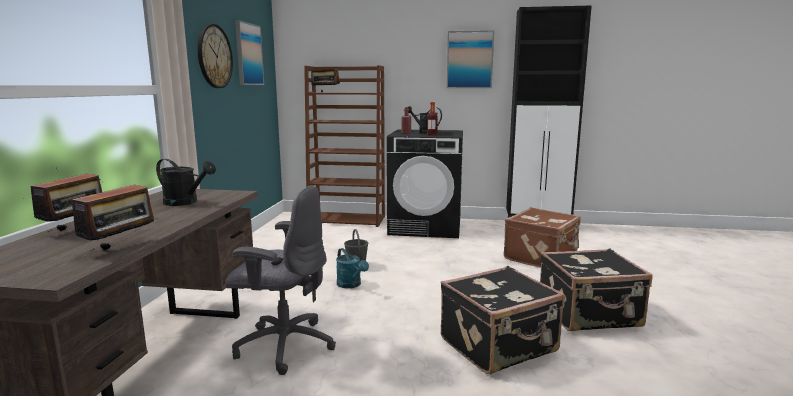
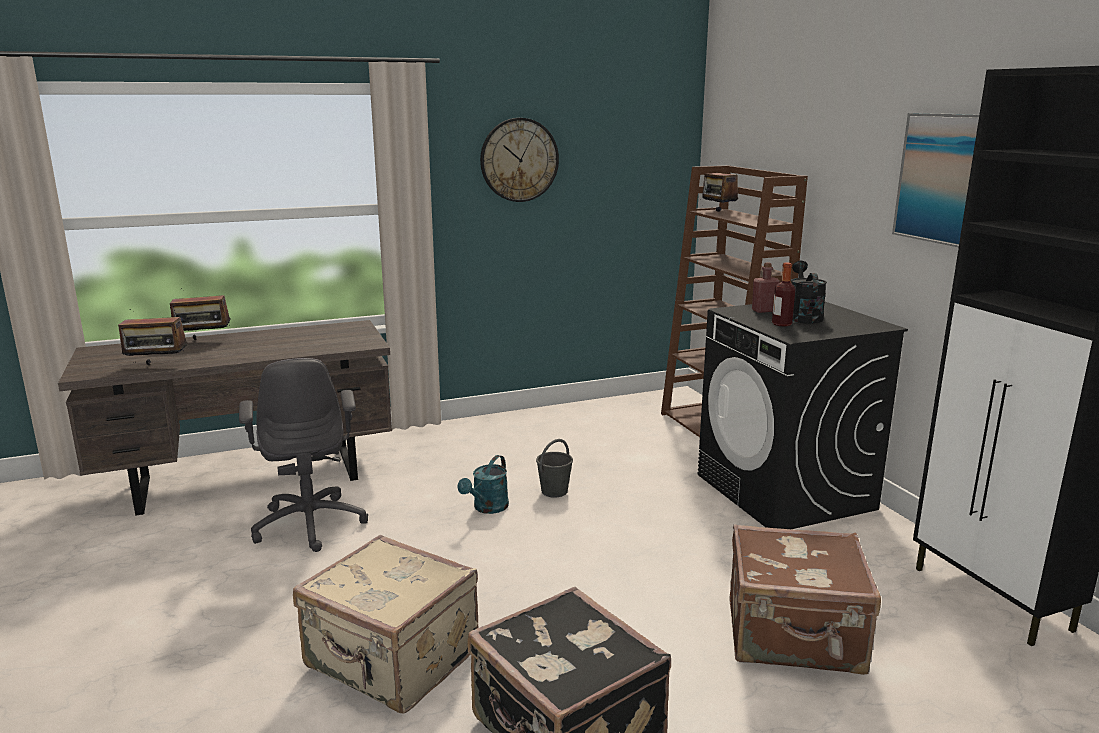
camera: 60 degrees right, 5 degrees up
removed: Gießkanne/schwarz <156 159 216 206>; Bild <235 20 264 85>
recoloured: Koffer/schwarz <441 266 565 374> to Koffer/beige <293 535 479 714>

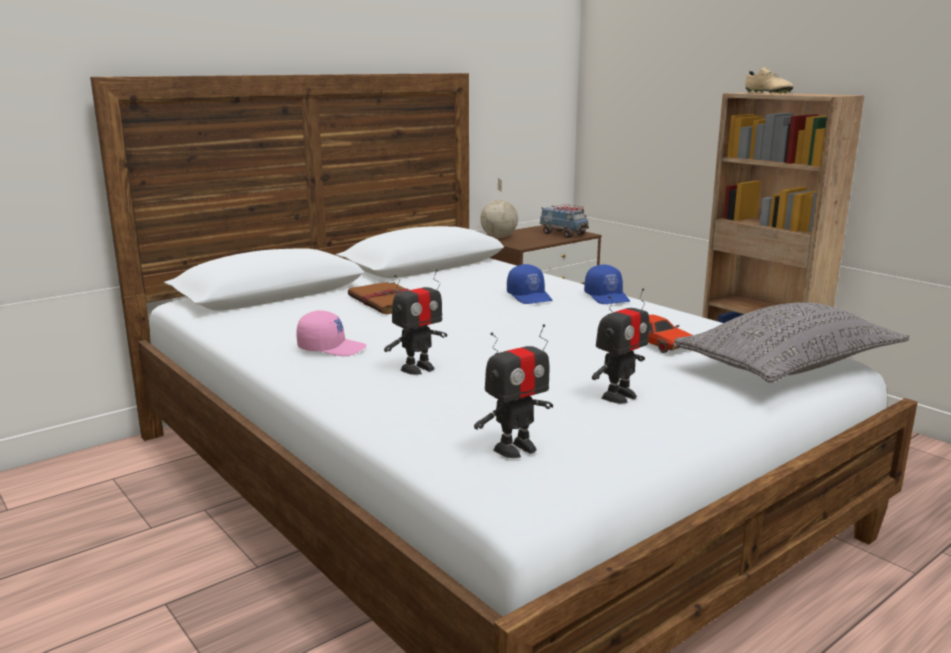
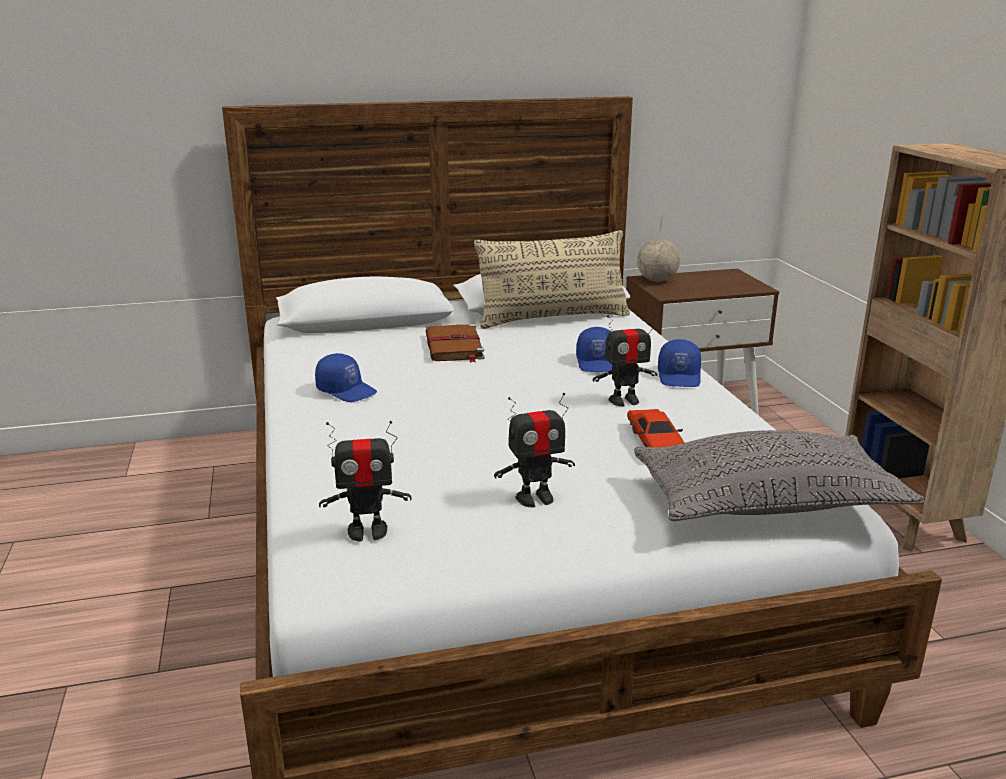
camera: 25 degrees right, 5 degrees up
removed: Spielzeuglaster <540 204 589 238>; Schuh/beige <745 67 794 94>
added: Kissen/beige <474 230 630 329>
moved: Spielzeugroboter <384 269 447 375> to <593 314 657 406>
recoloured: Kappe/rosa <296 310 367 356> to Kappe/blau <315 353 377 402>

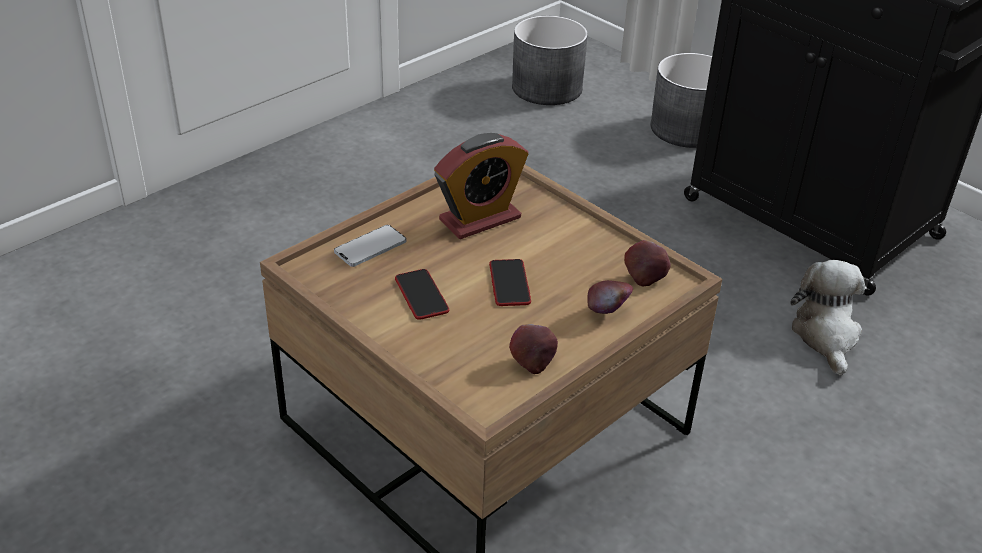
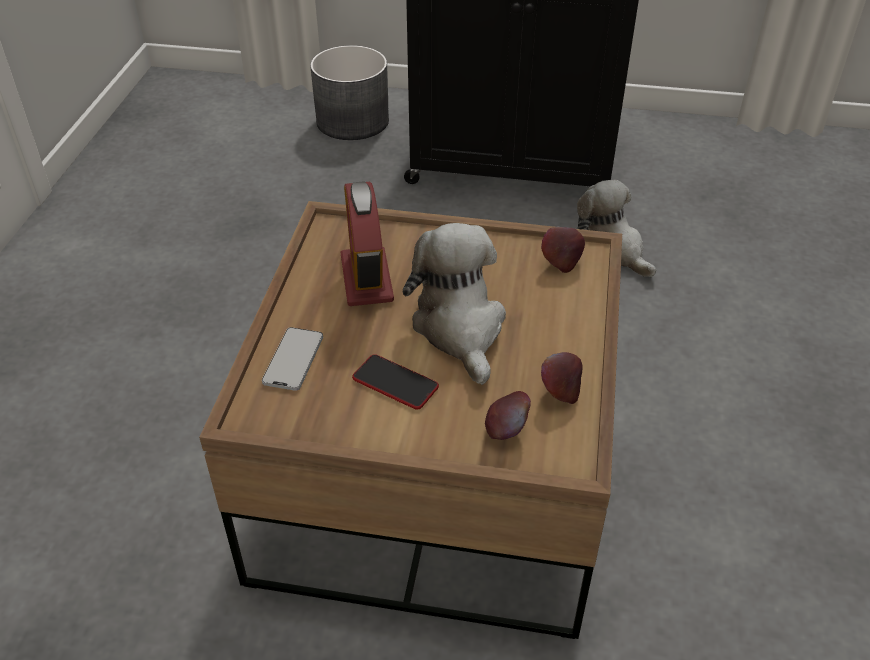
camera: 35 degrees left, 5 degrees up
removed: Pflanzkübel/grau <512 16 588 105>
moved: Apfel <587 280 633 314> to <485 391 531 440>
replaced: Handy <489 259 531 306> to Plüschtier <403 223 506 385>
turned: Wecker <434 133 529 239> = <341 181 394 306> 150 degrees clockwise

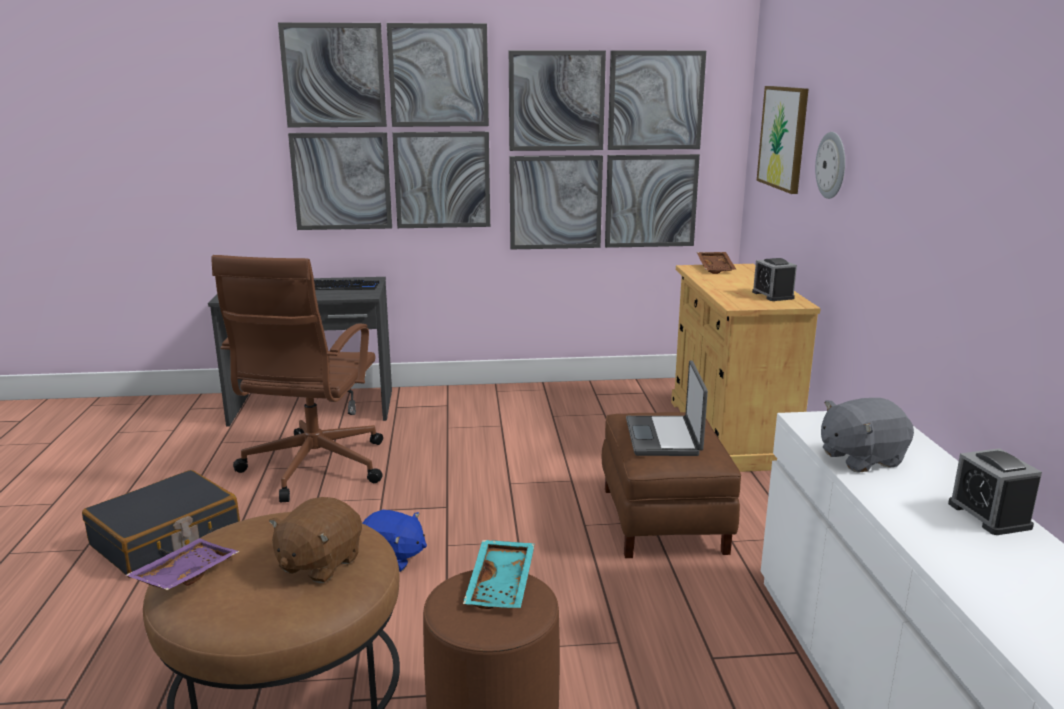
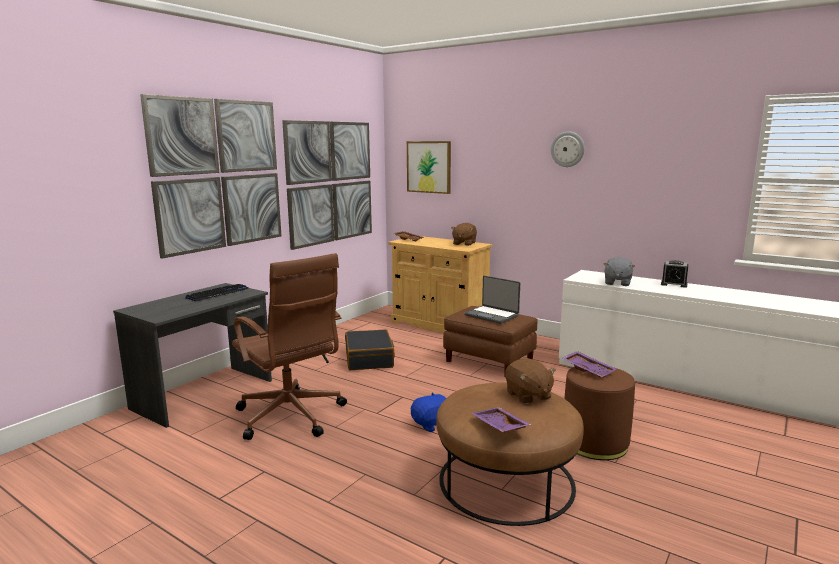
camera: 50 degrees left, 5 degrees down
moved: Koffer/schwarz <82 470 240 578> to <345 329 395 370>; Wanduhr <815 132 845 199> to <551 131 585 167>
replaced: Wecker <752 258 797 301> to Plüschtier/braun <451 223 477 246>
recoloured: Tablett/türkis <463 540 535 609> to Tablett/lila <562 351 616 378>

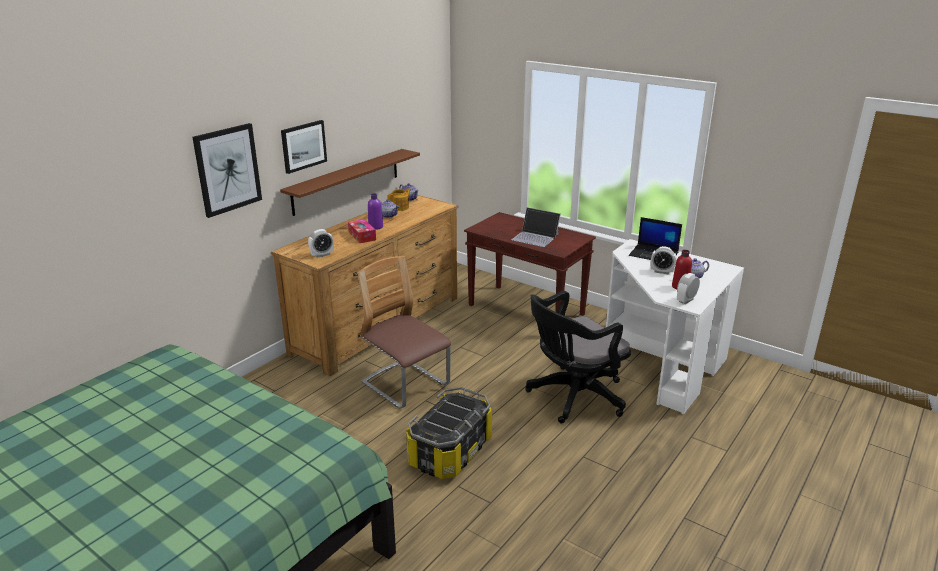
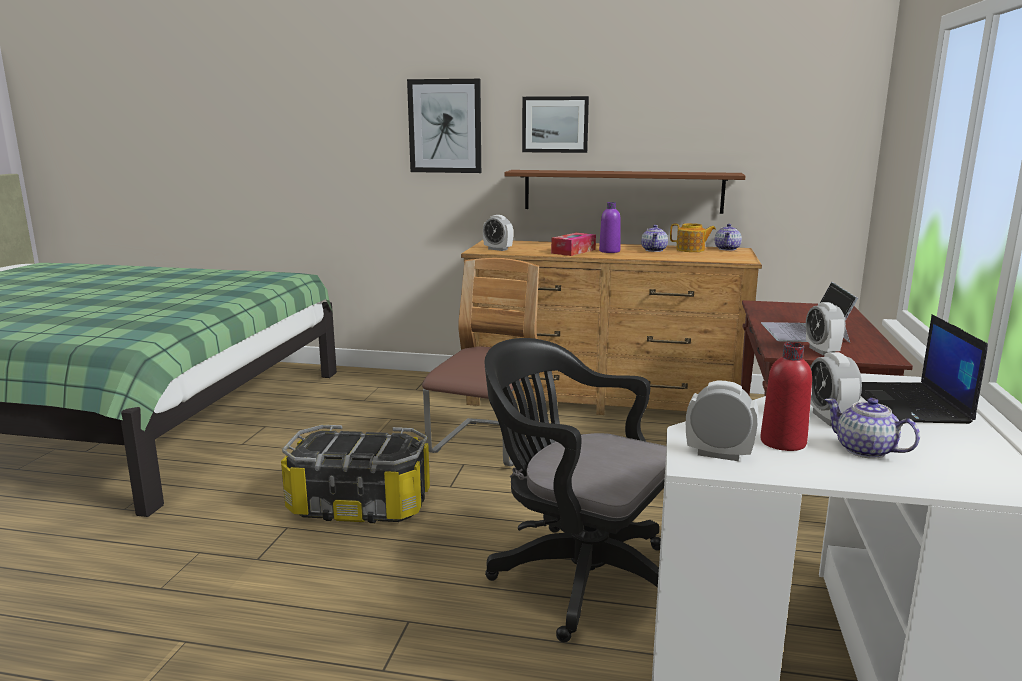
camera: 65 degrees right, 10 degrees down
added: Wecker <806 302 846 355>

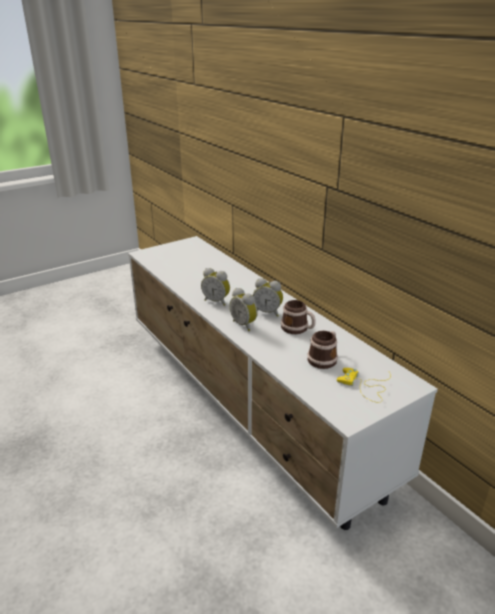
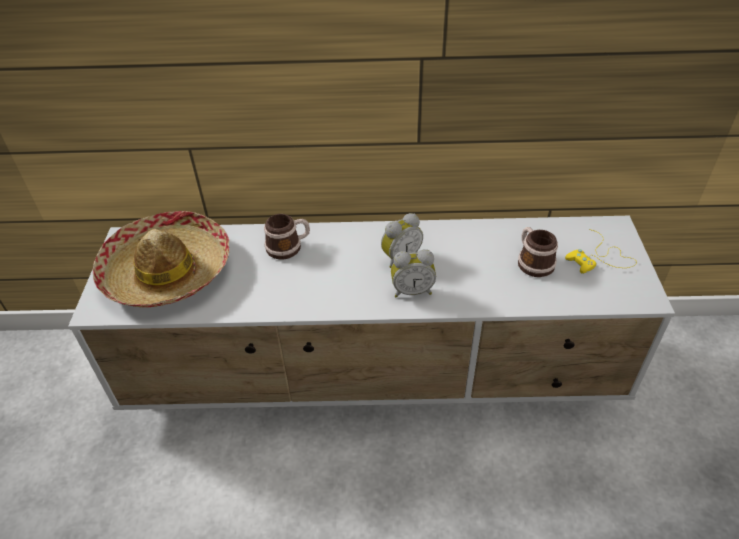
camera: 55 degrees left, 15 degrees up
removed: Wecker <201 268 230 306>
added: Hut <93 211 230 308>
moved: Henkelbecher <281 300 315 334> to <264 214 310 259>

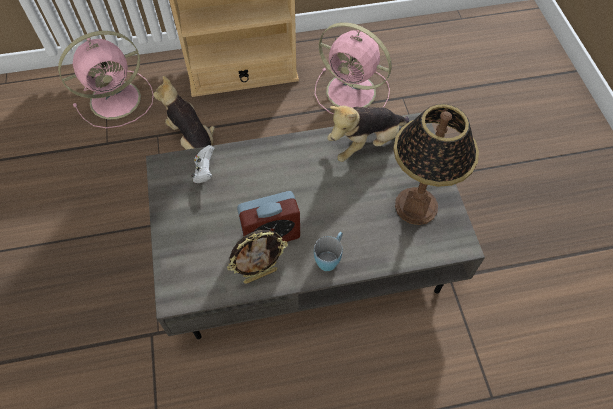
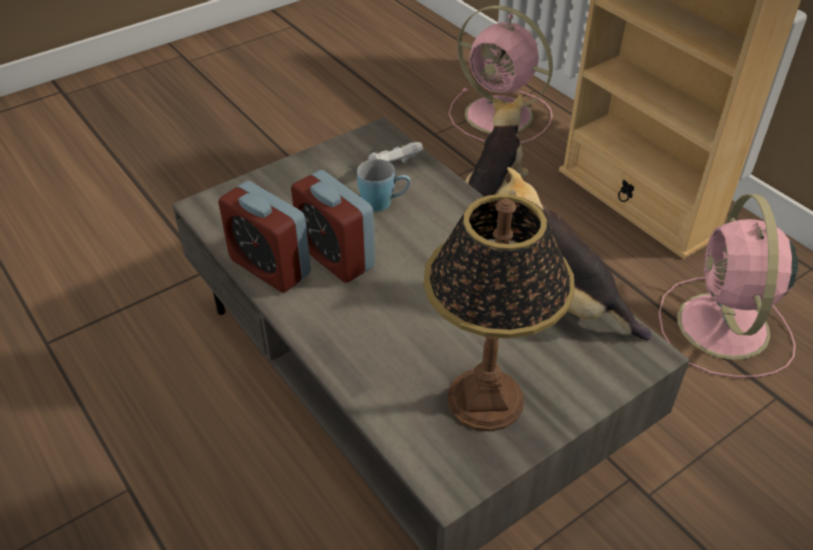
camera: 65 degrees right, 15 degrees down
moved: Henkelbecher/blau <314 232 343 271> to <357 159 410 211>
replaced: Bilderrahmen <227 230 288 284> to Wecker <218 181 311 293>

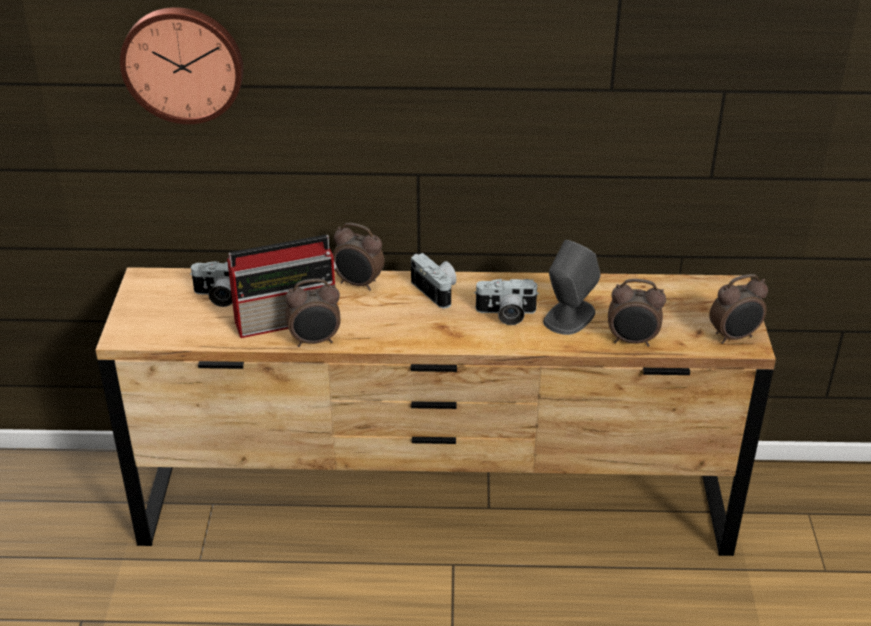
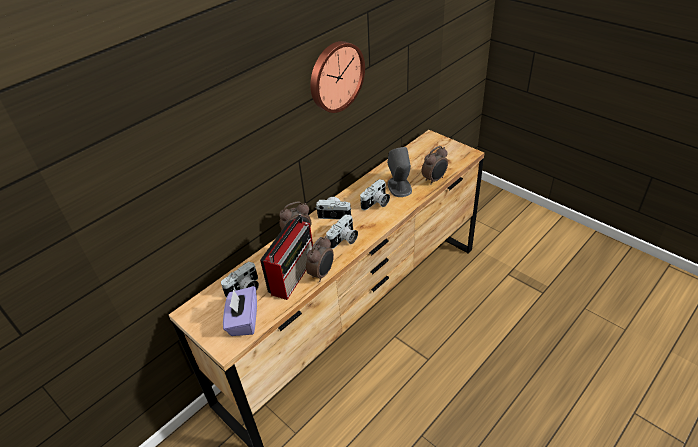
camera: 45 degrees left, 5 degrees up
removed: Wecker <709 274 768 344>
added: Taschentuchbox/lila <223 286 257 336>; Kamera <326 214 358 249>
moved: Wanduhr <120 7 243 124> to <310 41 365 113>

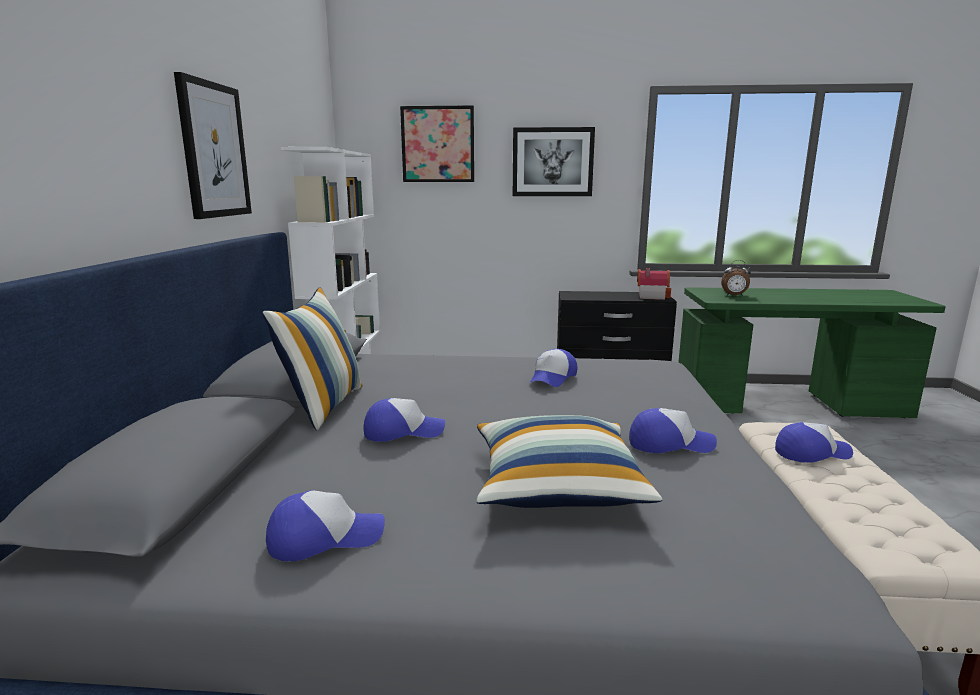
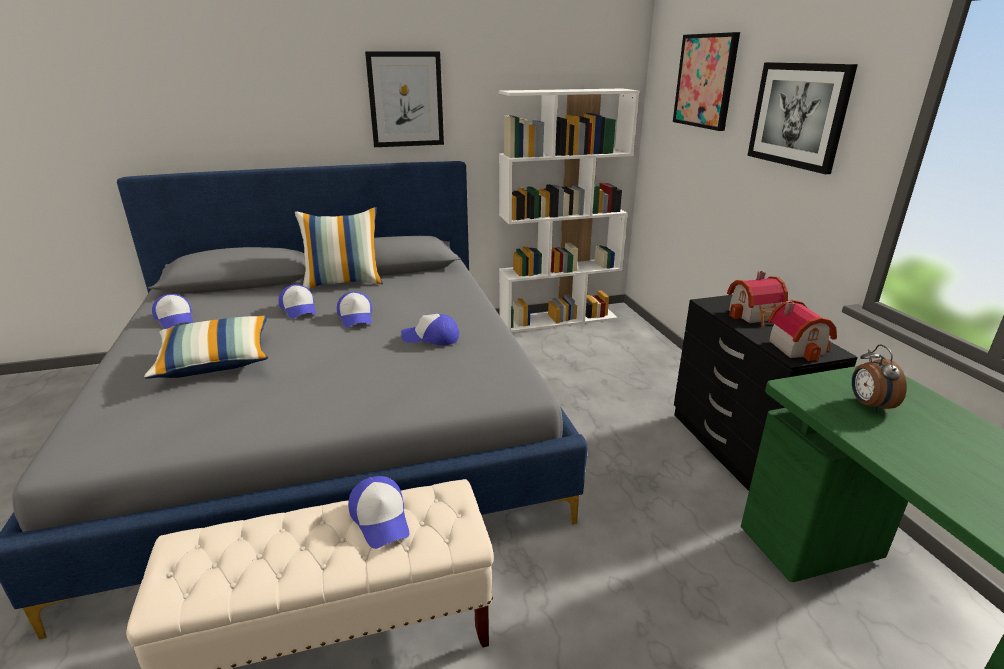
camera: 70 degrees right, 10 degrees up
added: Spielzeughaus <727 271 788 327>
moved: Kappe <629 408 717 453> to <337 292 372 327>

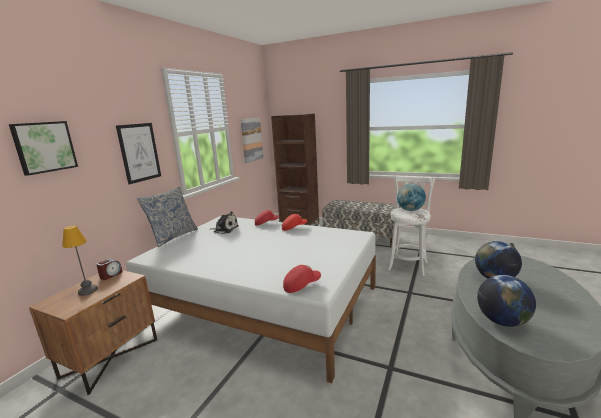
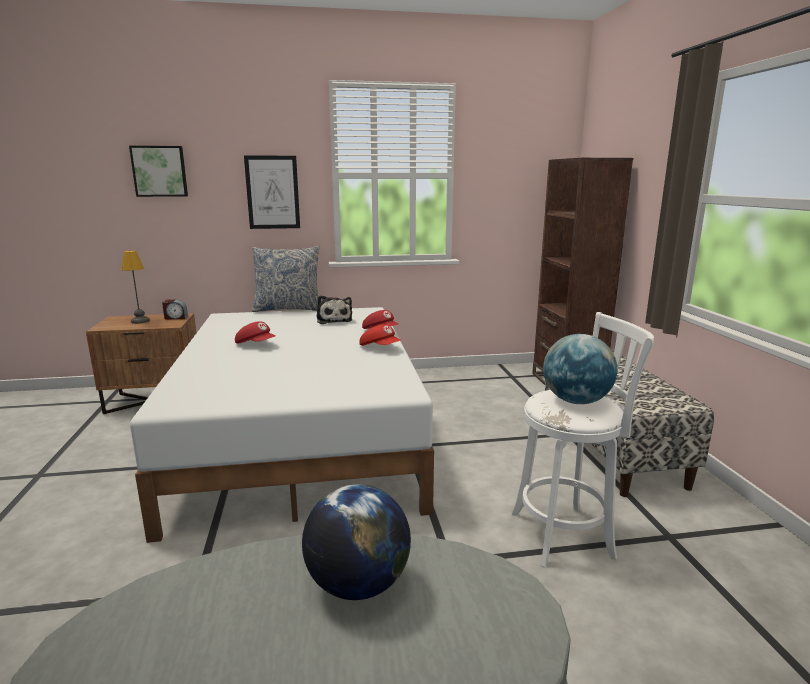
camera: 55 degrees right, 0 degrees up
removed: Bild <241 118 263 163>; Globus <477 275 536 327>
moved: Kappe/rot <283 265 321 293> to <235 321 276 344>

